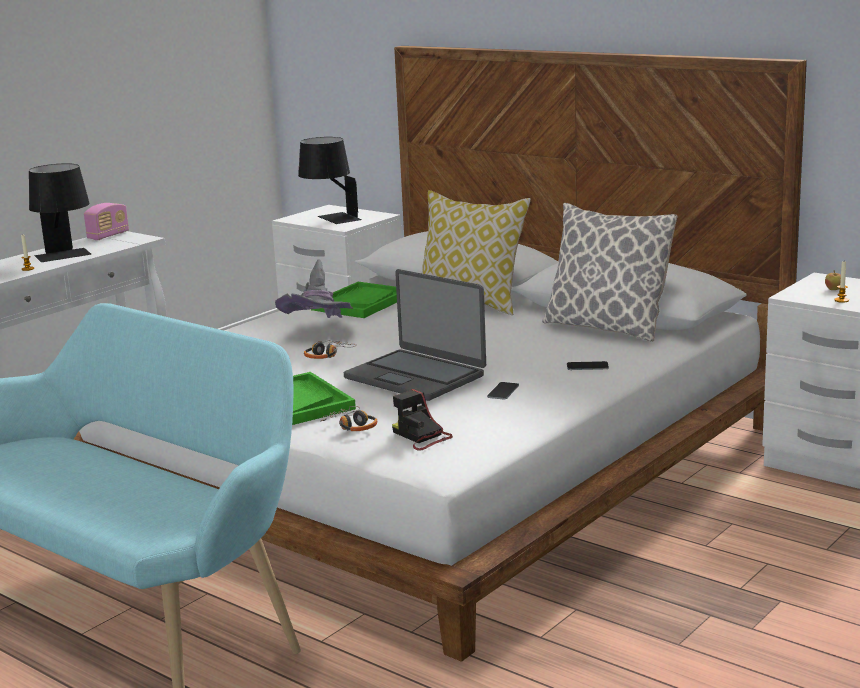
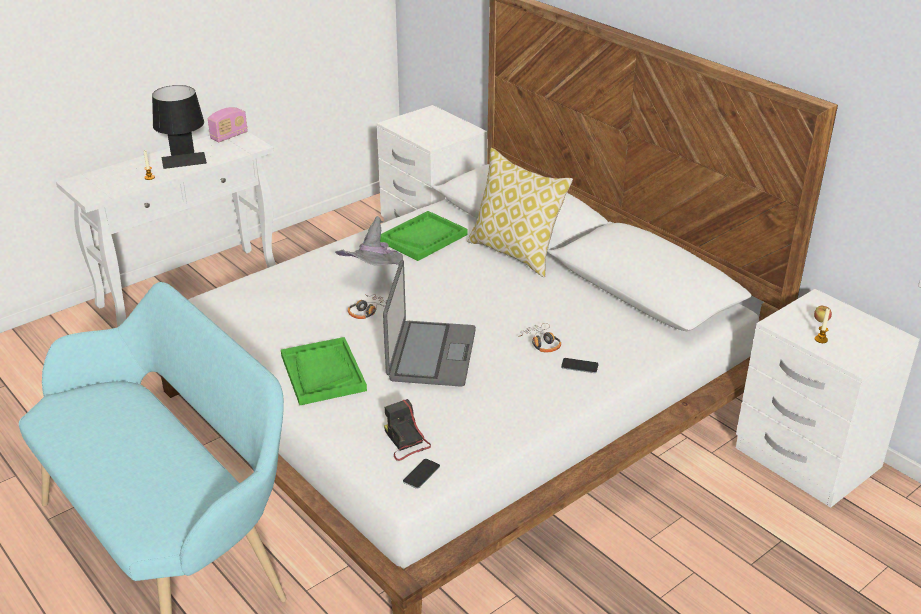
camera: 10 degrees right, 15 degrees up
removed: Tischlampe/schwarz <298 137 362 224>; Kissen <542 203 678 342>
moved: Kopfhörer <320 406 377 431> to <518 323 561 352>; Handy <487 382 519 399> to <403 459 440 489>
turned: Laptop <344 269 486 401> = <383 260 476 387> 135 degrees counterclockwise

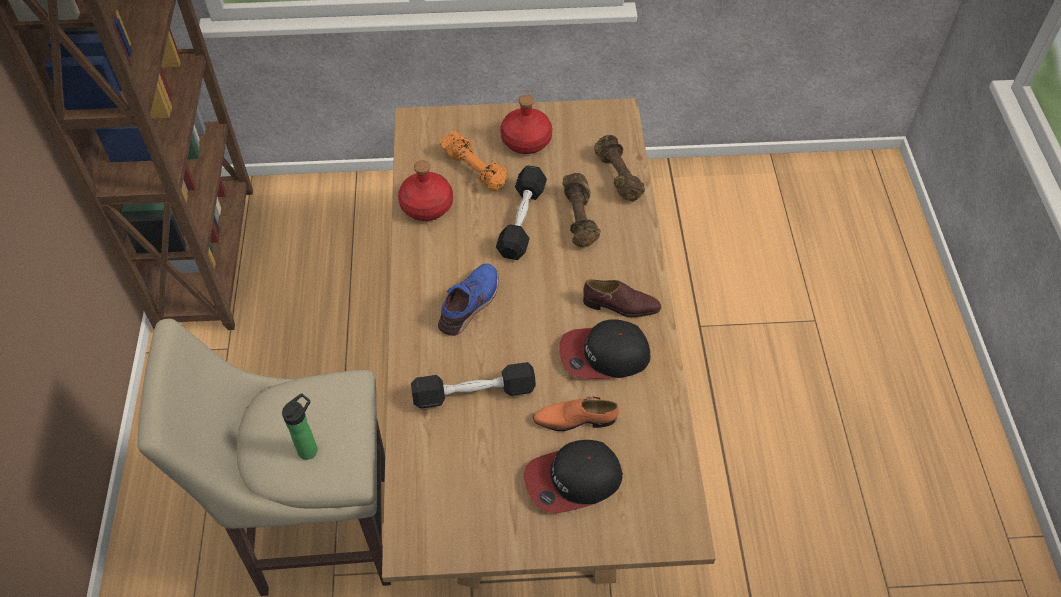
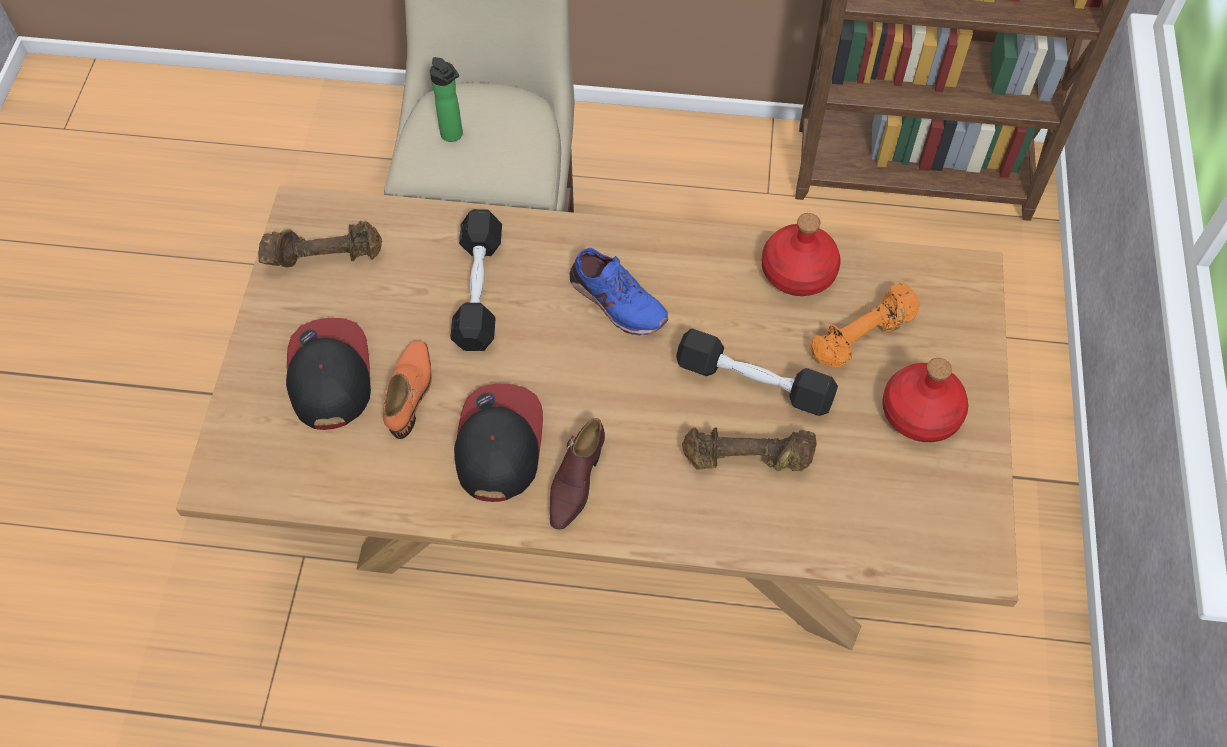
camera: 100 degrees right, 5 degrees up
moved: Hantel/braun <594 135 645 202> to <258 221 382 267>

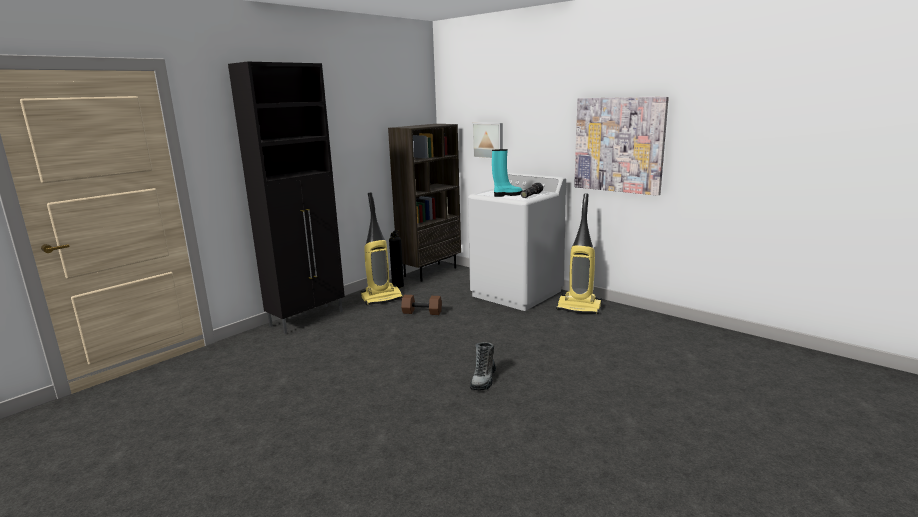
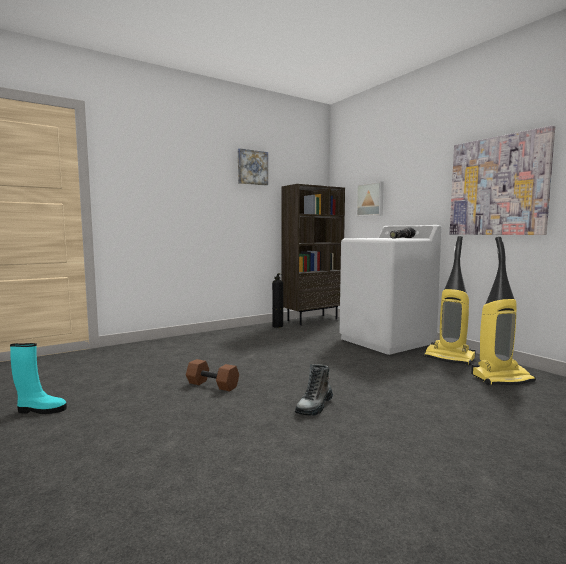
camera: 15 degrees right, 10 degrees down
removed: Schrank/schwarz <228 62 345 334>
added: Bild <238 148 268 185>
moved: Staubsauger <361 192 403 305> to <471 237 536 385>; Hantel/braun <401 295 442 315> to <186 359 239 391>; Stiefel/türkis <492 149 523 197> to <10 343 67 414>

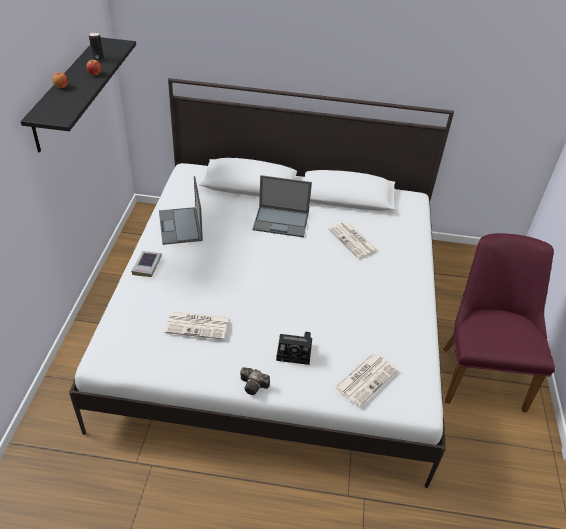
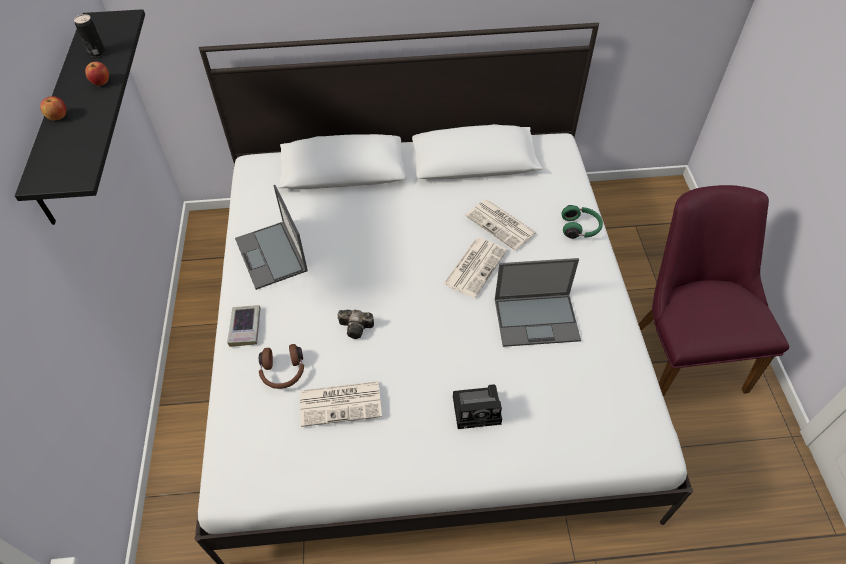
camera: 10 degrees left, 10 degrees up
added: Kopfhörer/braun <259 344 304 389>; Kopfhörer/grün <561 205 603 239>
moved: Kamera <240 367 270 395> to <338 310 374 339>; Laptop <252 175 312 237> to <495 258 581 347>; Zeitung <334 354 398 407> to <444 238 507 298>

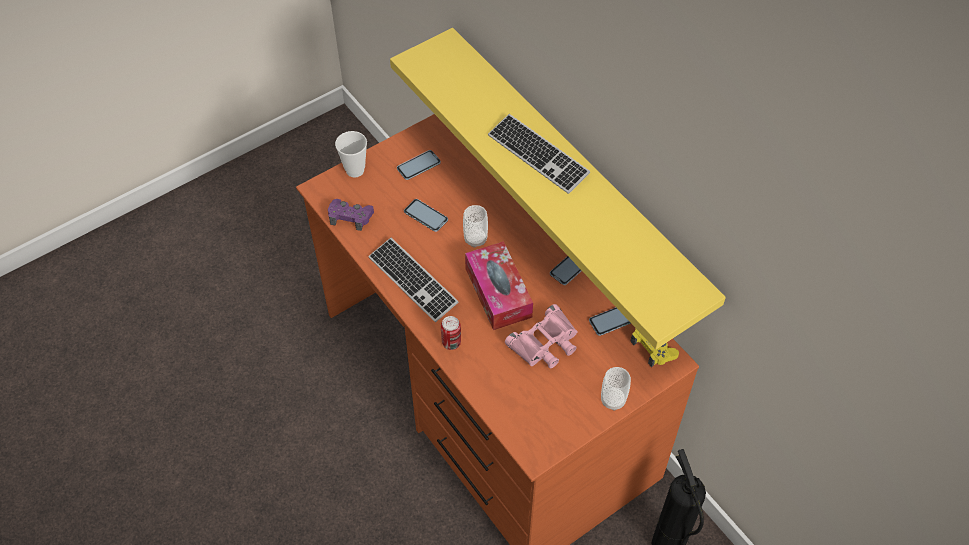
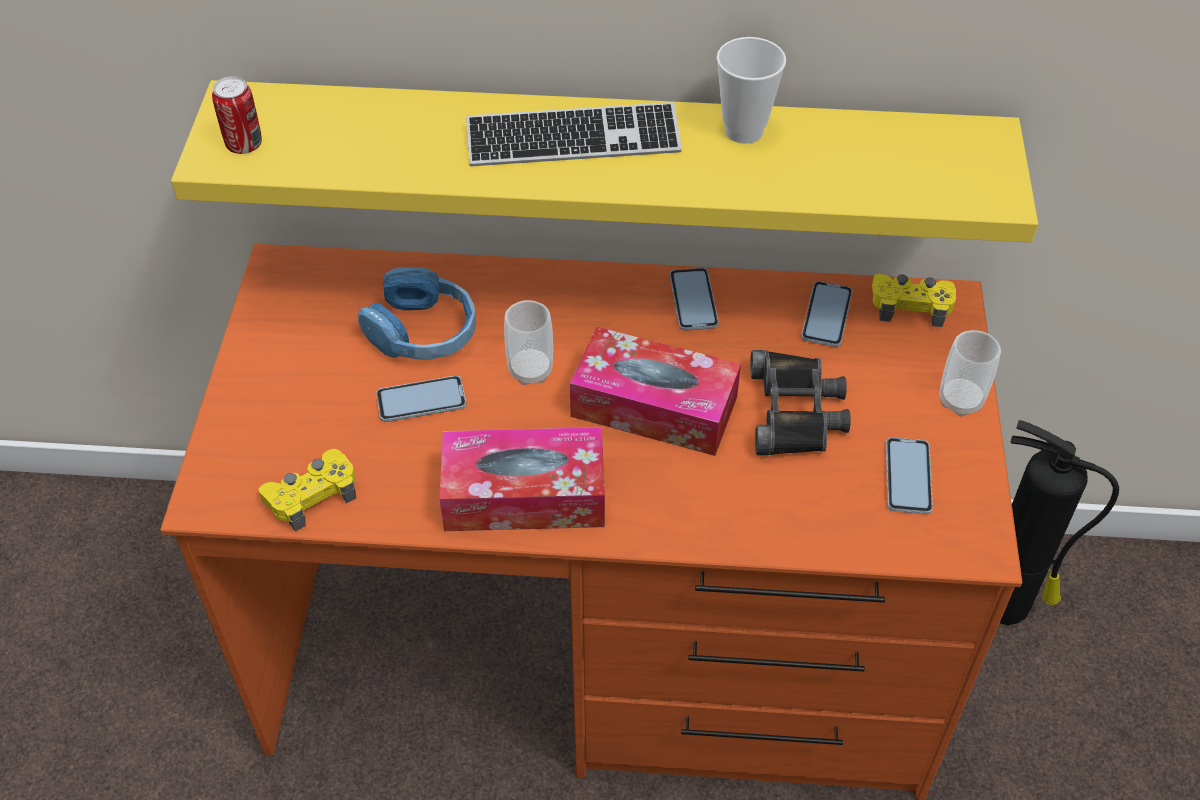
camera: 50 degrees left, 5 degrees down
added: Kopfhörer/blau <358 267 476 360>
moved: Tasse <335 131 367 177> to <717 37 786 144>; Handy <397 150 441 180> to <886 437 933 514>; Dose <441 316 461 350> to <212 76 262 154>
replaced: Tastatur <368 238 458 322> to Taschentuchbox <439 427 605 531>
recoloured: Gamepad/lila <328 199 374 231> to Gamepad/gelb <259 449 356 531>; Fernglas/rosa <505 304 578 368> to Fernglas/schwarz <750 350 851 456>

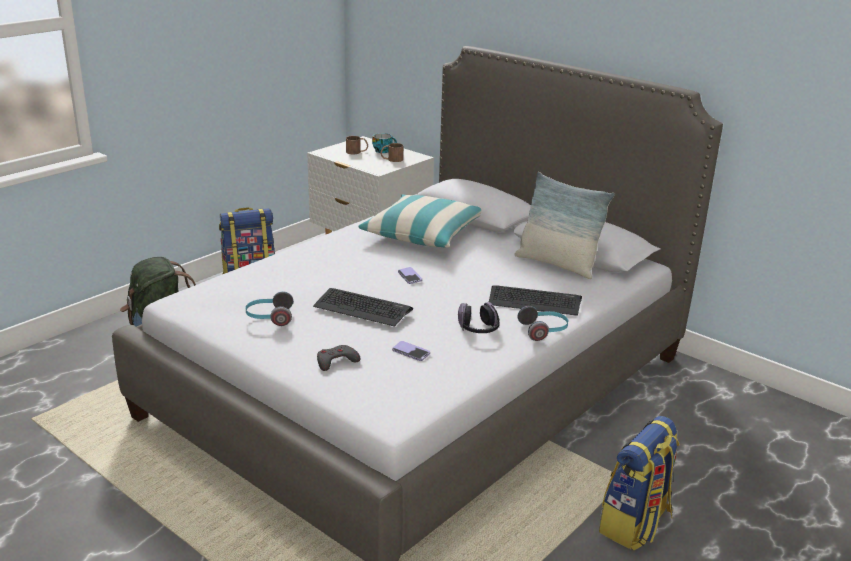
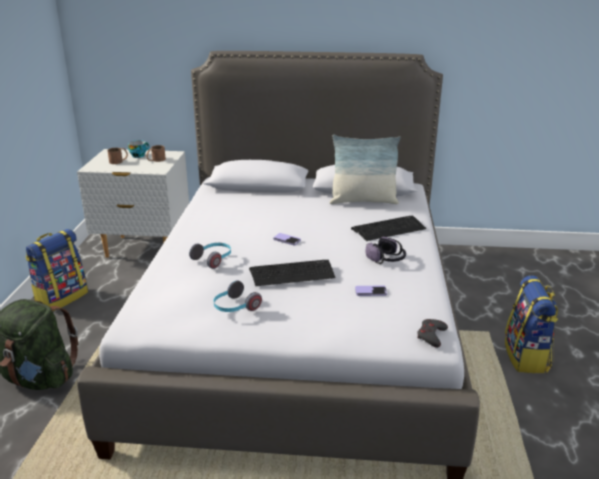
camera: 35 degrees left, 0 degrees up
removed: Kissen <358 194 482 248>
moved: Gamepad/grau <317 345 360 371> to <417 319 448 348>; Kopfhörer <517 306 568 341> to <189 243 231 269>

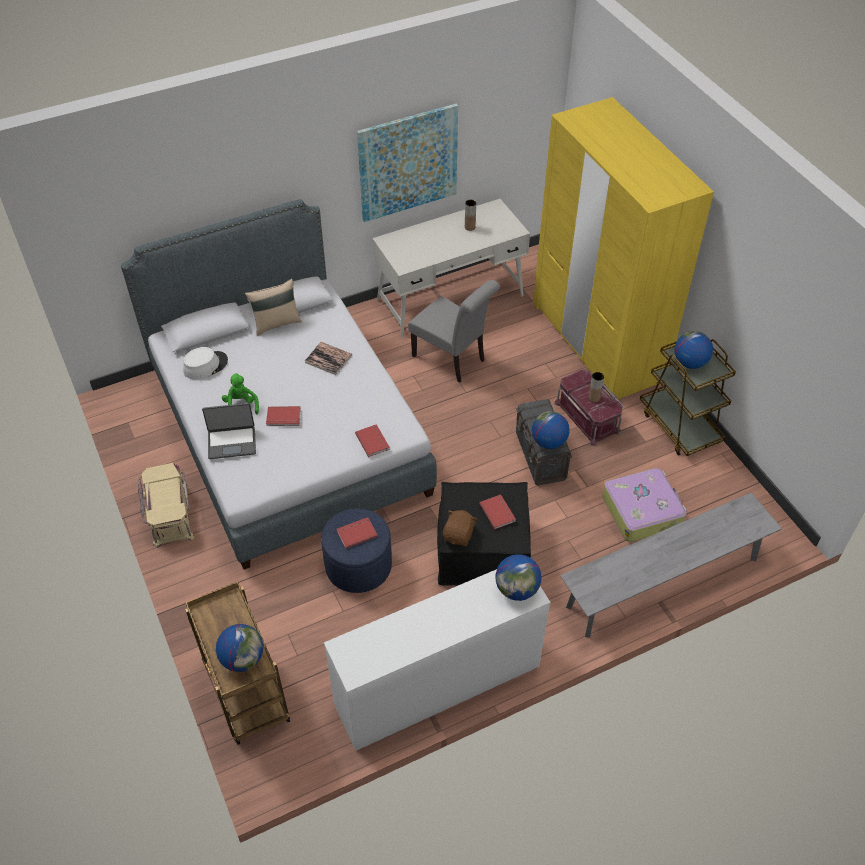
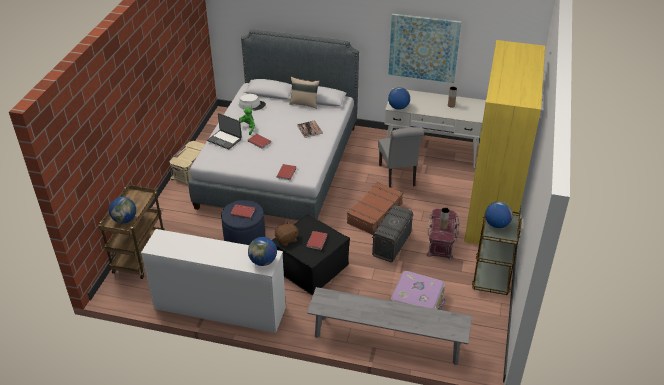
camera: 40 degrees right, 10 degrees down
added: Koffer/braun <347 182 403 235>
moved: Globus <532 411 570 449> to <388 87 410 110>

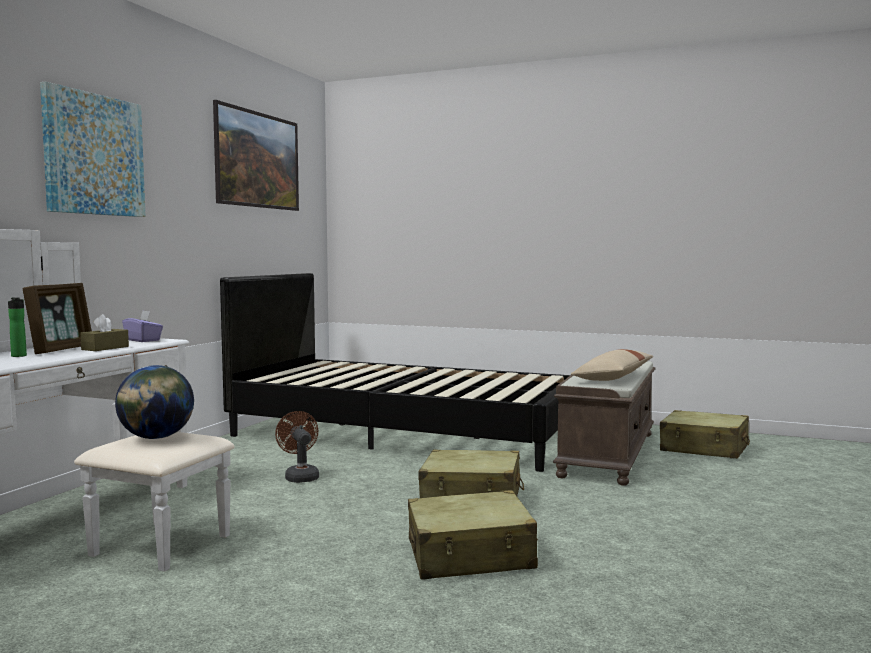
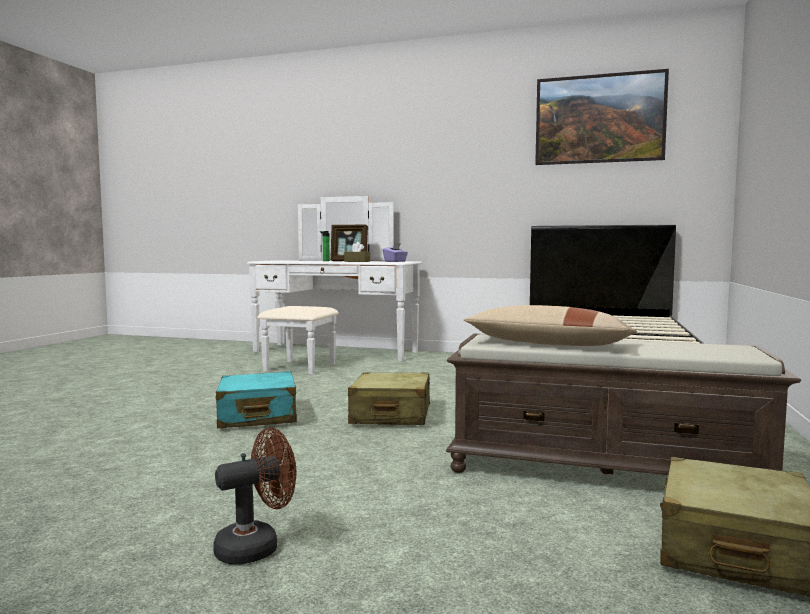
camera: 85 degrees right, 0 degrees up
removed: Bild <40 81 146 217>; Globus <115 365 194 439>
moved: Ventilator/braun <275 411 319 483> to <213 428 296 564>
recoloured: Koffer/beige <408 490 538 580> to Koffer/türkis <215 371 297 428>

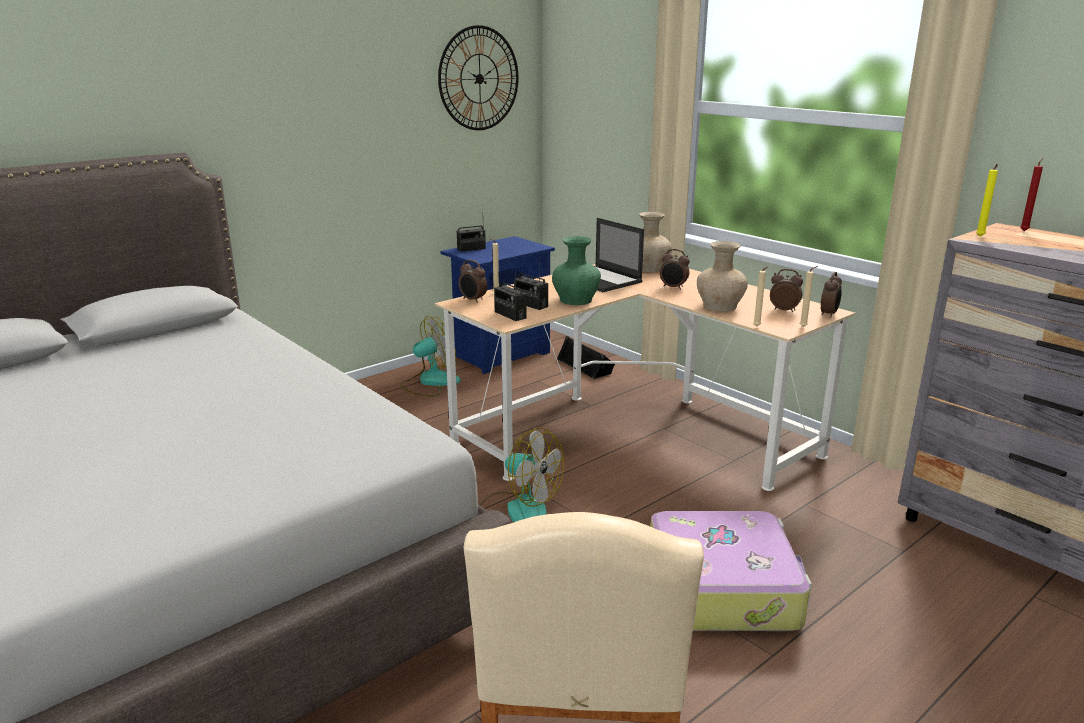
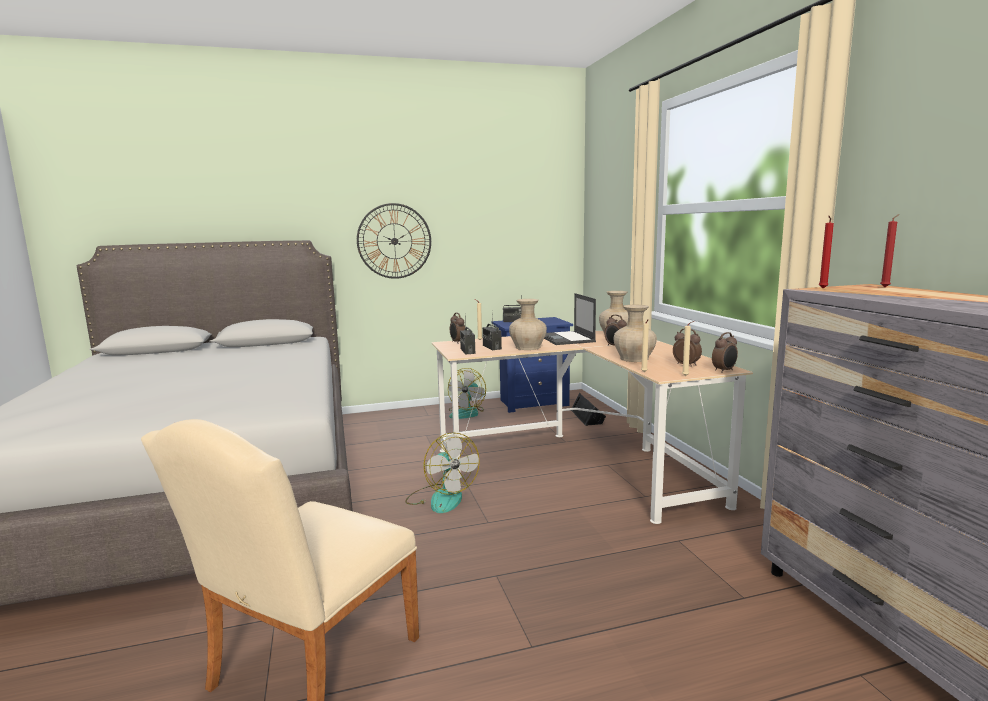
camera: 25 degrees right, 10 degrees down
removed: Koffer <651 511 812 631>
moved: Wanduhr <438 25 519 130> to <357 203 431 279>
recoloured: Vase/grün <552 236 601 305> to Vase/beige <509 299 547 350>; Kerze/gelb <976 164 998 236> to Kerze/rot <819 216 834 288>
turned: Ventilator <401 316 460 396> = <448 368 486 419> 120 degrees clockwise

